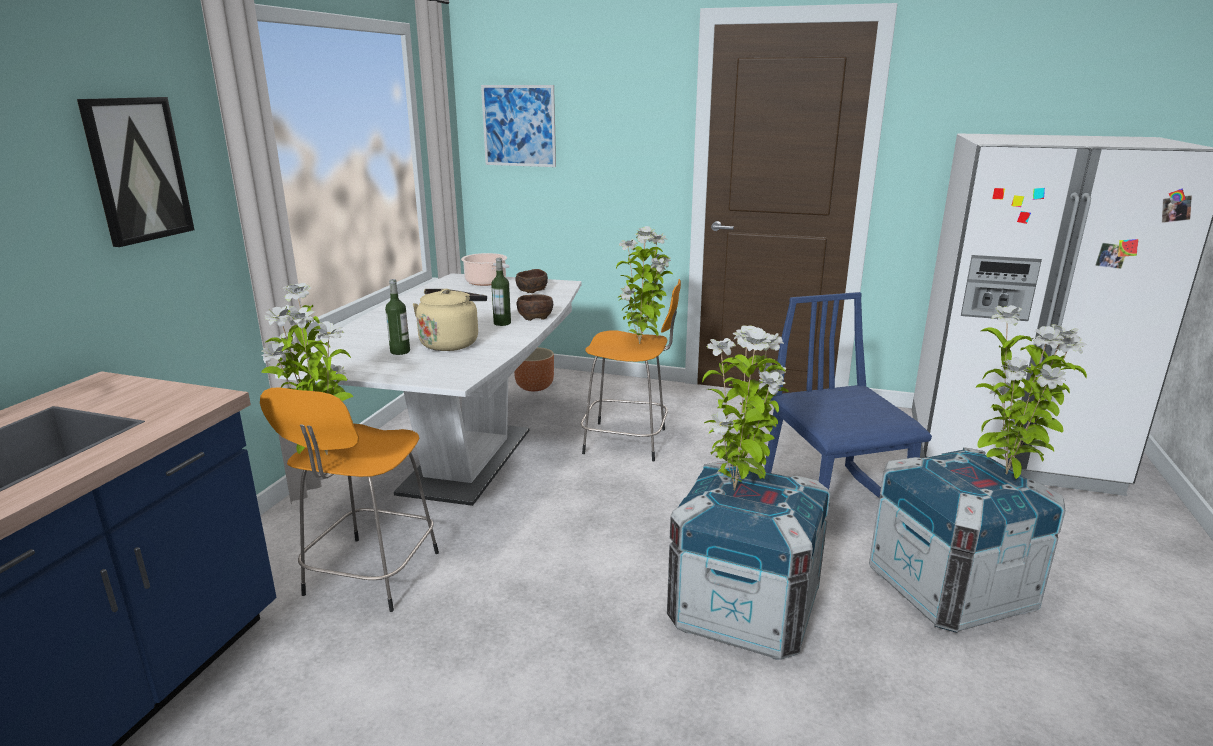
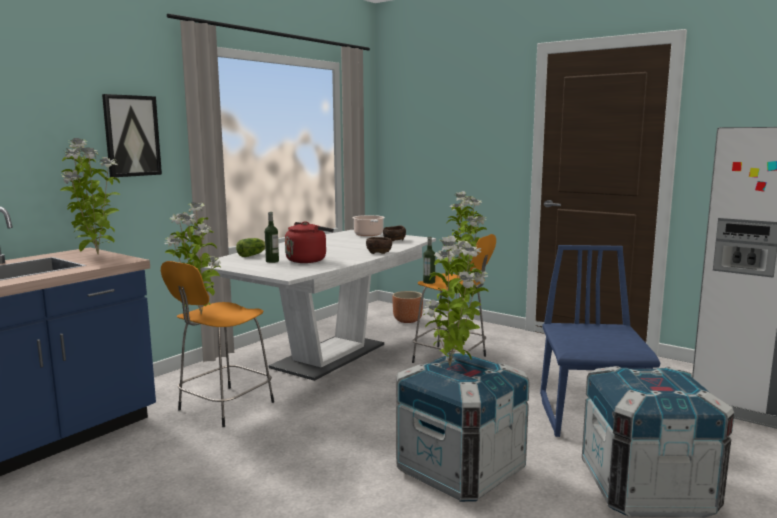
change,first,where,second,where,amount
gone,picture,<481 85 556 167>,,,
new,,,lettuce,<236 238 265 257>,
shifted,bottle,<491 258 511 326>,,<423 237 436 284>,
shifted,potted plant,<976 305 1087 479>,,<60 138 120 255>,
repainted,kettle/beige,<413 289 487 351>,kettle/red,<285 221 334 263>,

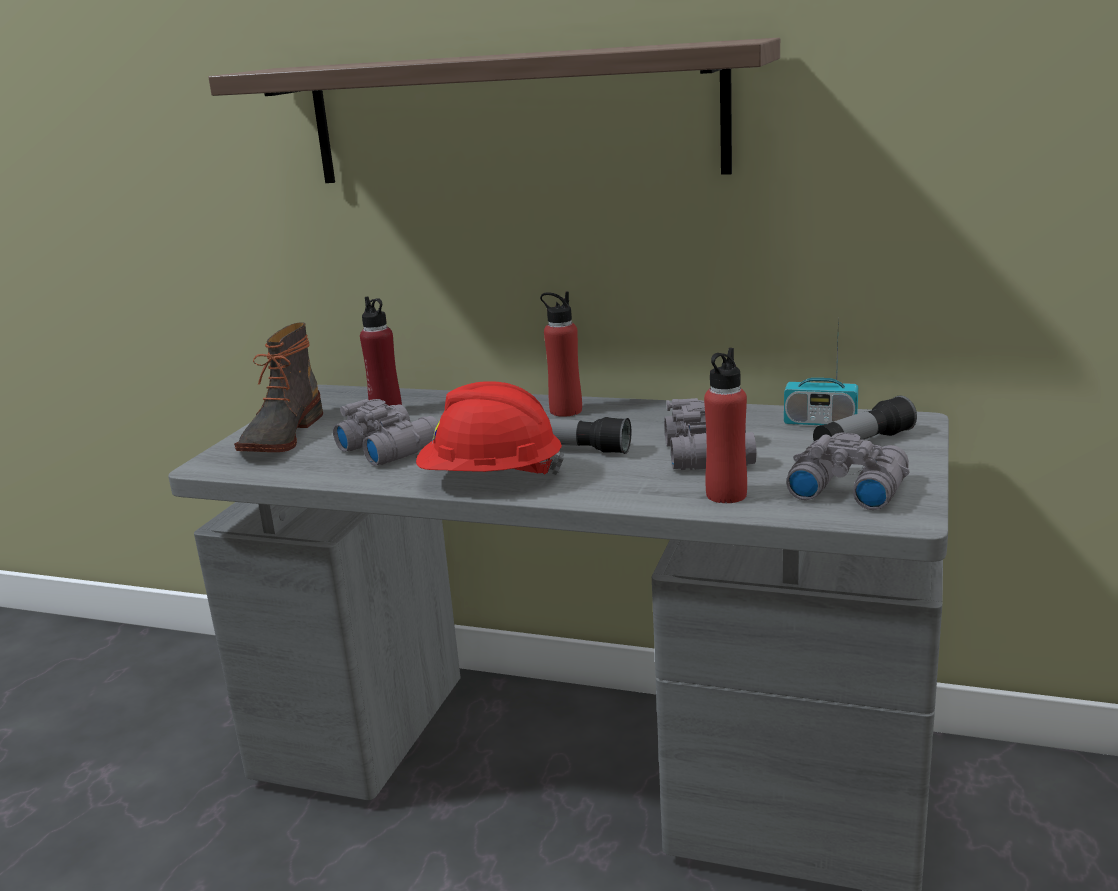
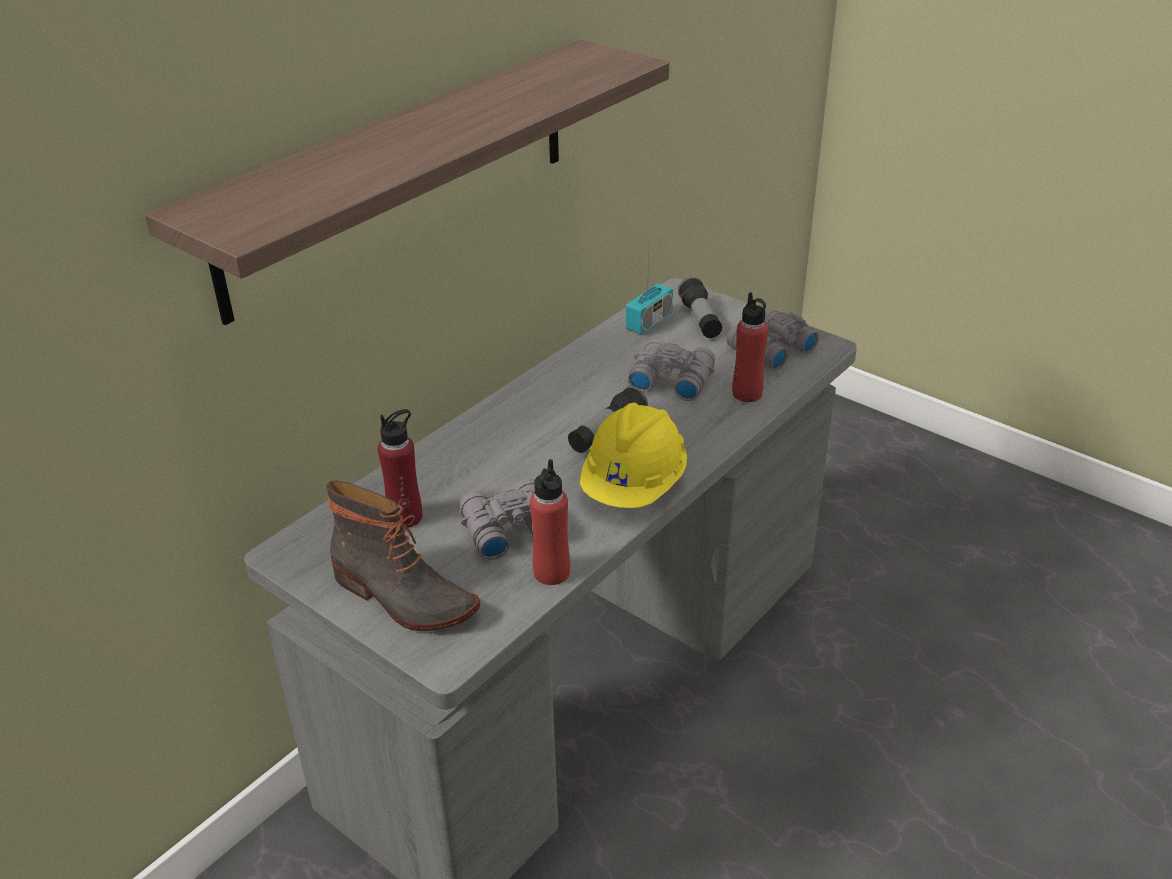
change,first,where,second,where,amount
shifted,bottle/red,<540 292 582 417>,,<530 459 570 585>,
repainted,hard hat/red,<416 381 565 475>,hard hat/yellow,<580 403 687 508>,

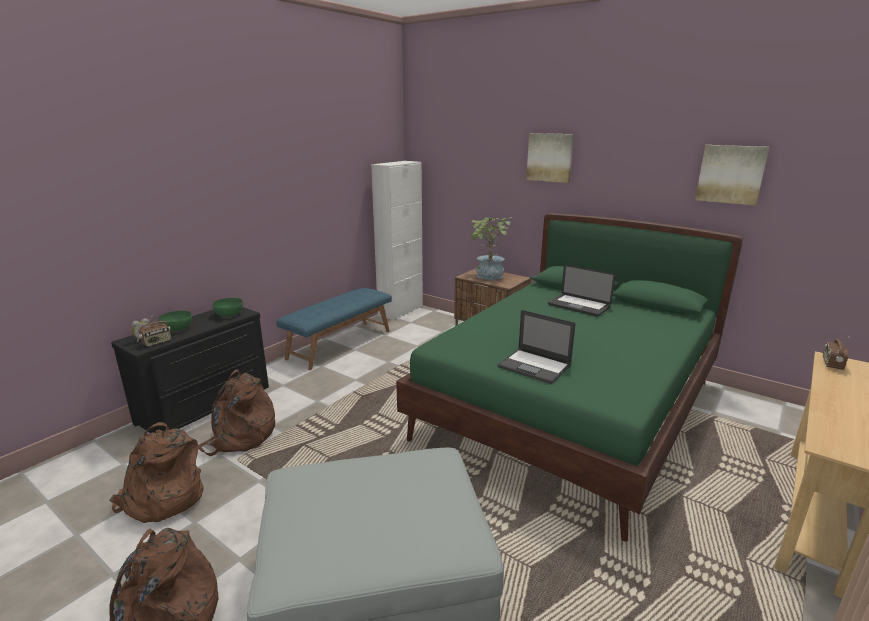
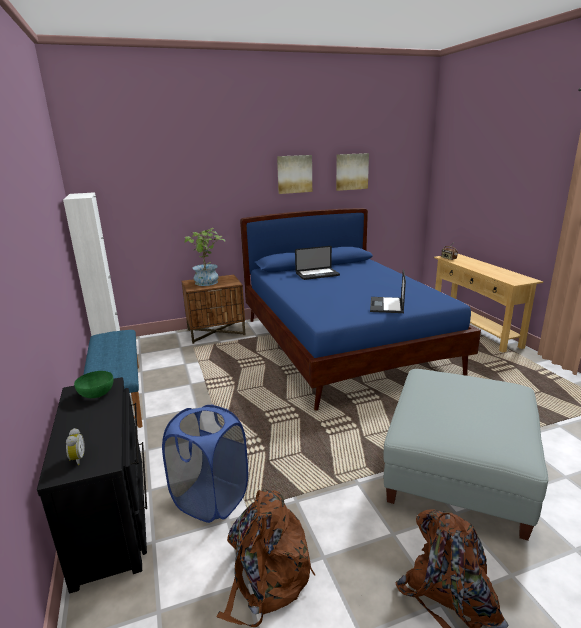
change,first,where,second,where,amount
gone,radio,<138 313 171 346>,,,
gone,bowl/green,<158 311 192 331>,,,
shifted,picture,<526 133 574 183>,,<277 155 312 194>,
swapped,backpack/brown,<198 369 275 456>,laundry basket/blue,<162 404 248 523>,
repainted,bed/green,<396 213 743 541>,bed/blue,<240 208 481 411>,
rotated,laptop,<497 310 576 384>,,<370 269 406 313>,120 degrees clockwise

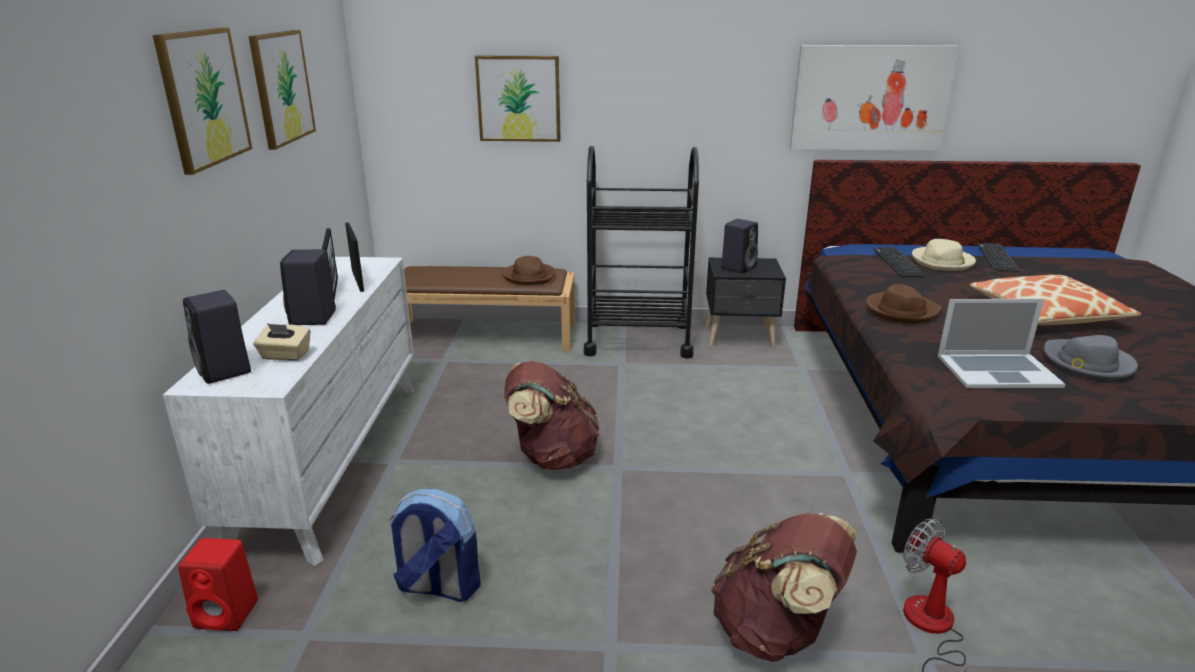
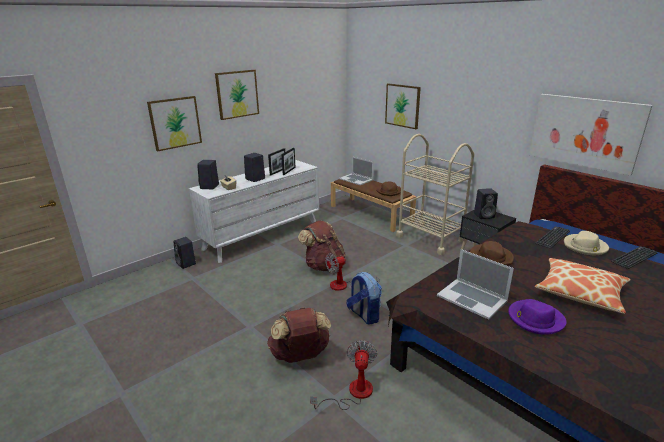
change,first,where,second,where,amount
new,,,fan,<325 253 379 291>,
new,,,laptop,<339 157 374 185>,
shifted,picture,<248 30 316 150>,,<147 96 202 152>,
shifted,backpack,<389 489 481 602>,,<346 272 382 325>,
repainted,speaker/red,<178 538 258 631>,speaker/black,<173 237 196 269>,
repainted,cart/black,<584 146 699 359>,cart/beige,<396 134 474 255>,
repainted,hat/grey,<1044 335 1138 380>,hat/purple,<508 299 566 335>,

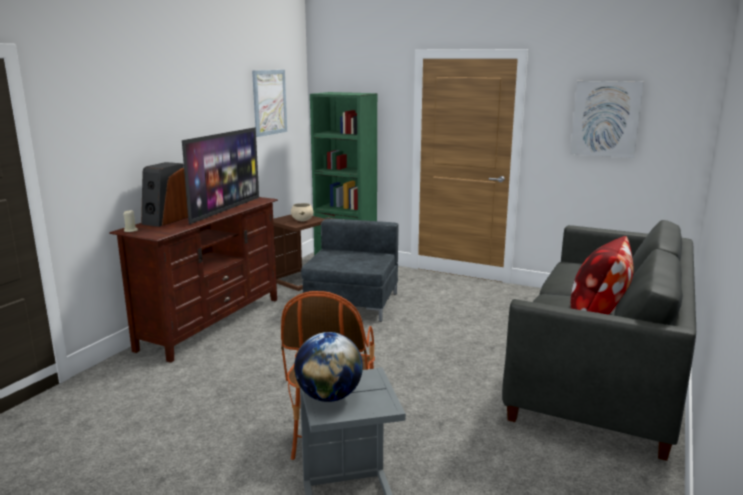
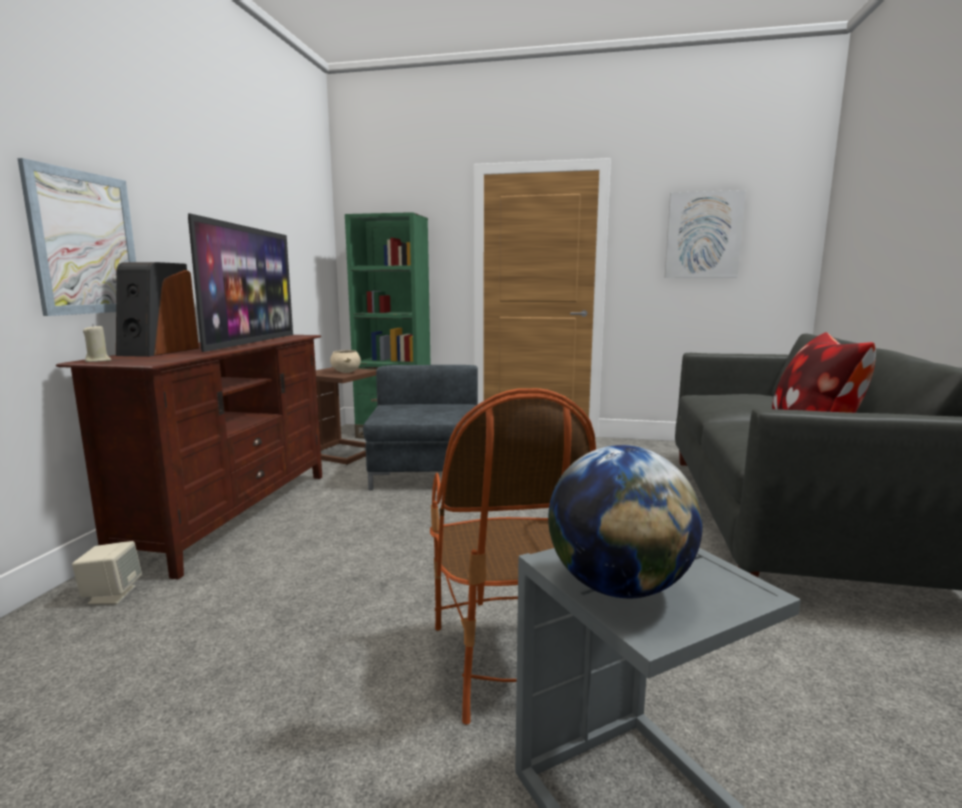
change,first,where,second,where,amount
new,,,speaker/beige,<72 541 142 605>,
shifted,picture,<252 70 287 137>,,<18 158 136 316>,

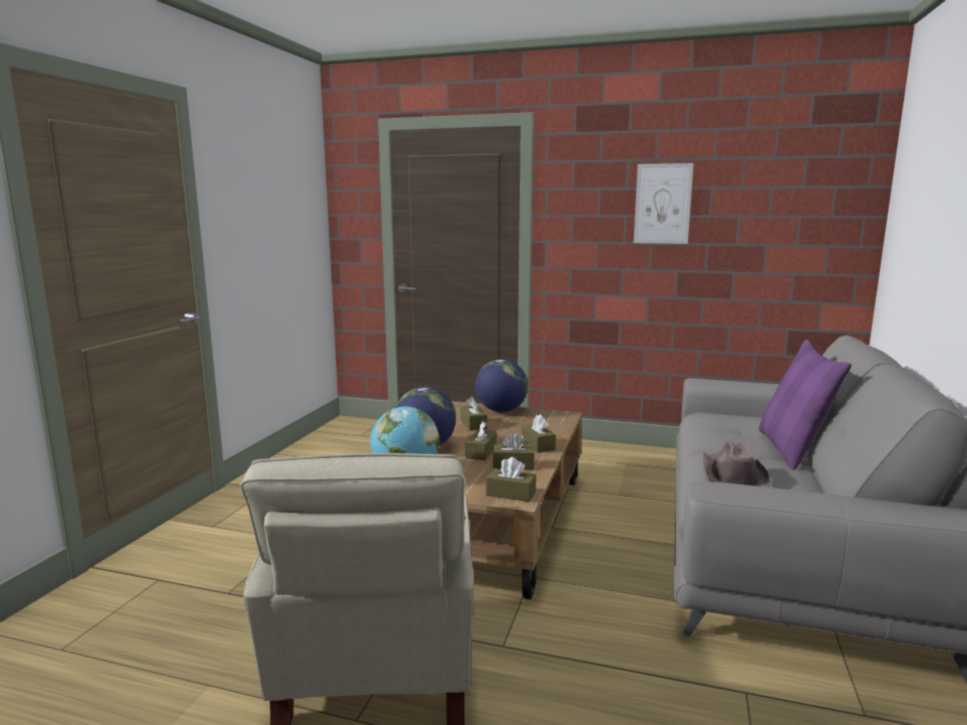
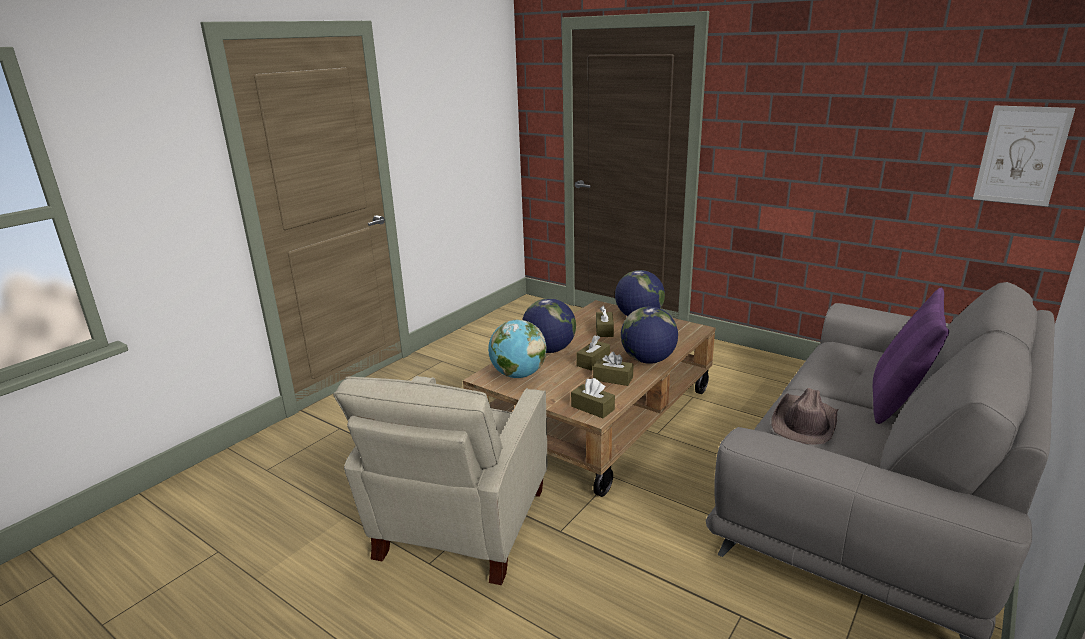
change,first,where,second,where,amount
shifted,picture,<634 163 694 244>,,<973 105 1075 206>,
swapped,tissue box/brown,<521 415 556 453>,globe,<621 307 678 364>,

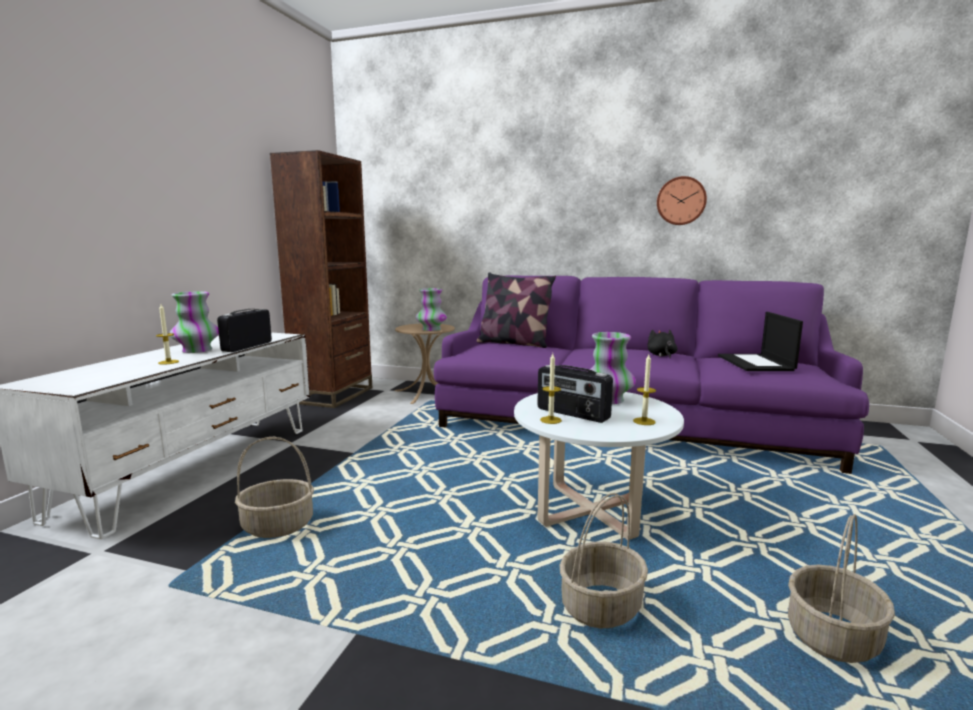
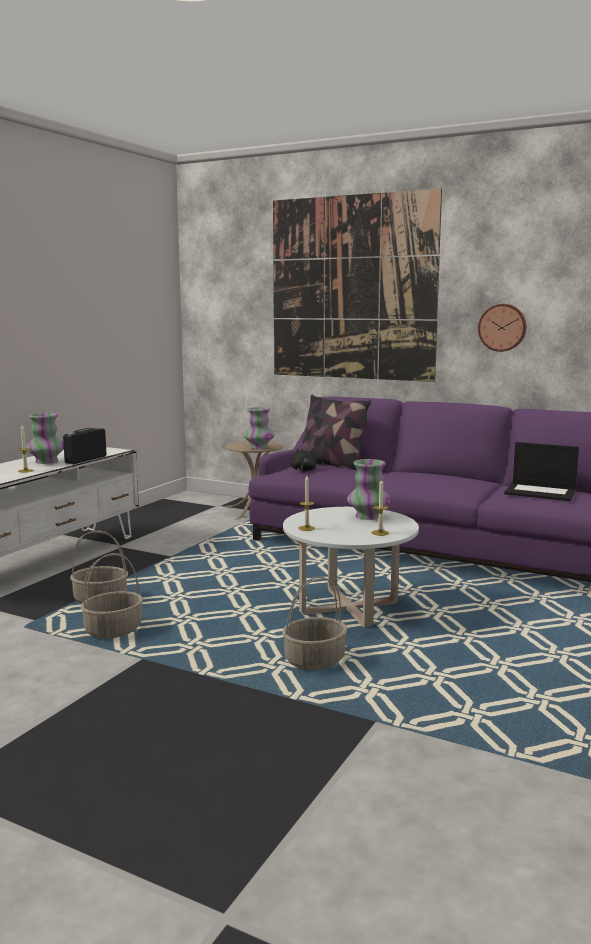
change,first,where,second,where,amount
gone,bookcase/brown,<270 150 372 408>,,,
gone,radio,<537 365 613 423>,,,
new,,,picture,<273 189 442 382>,
shifted,plush toy/black,<647 330 677 358>,,<291 448 316 473>,
shifted,basket,<788 514 895 663>,,<81 553 143 638>,
rotated,laptop,<718 312 803 371>,,<504 442 579 501>,75 degrees counterclockwise

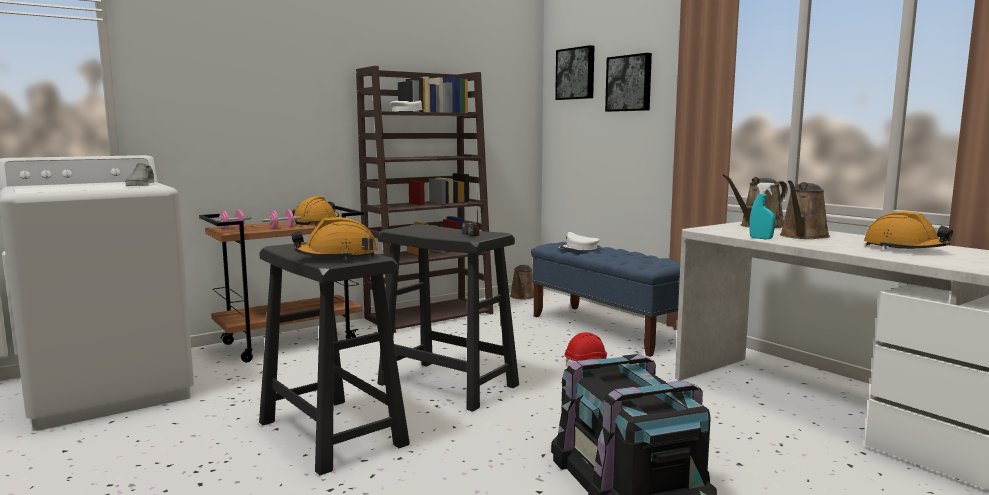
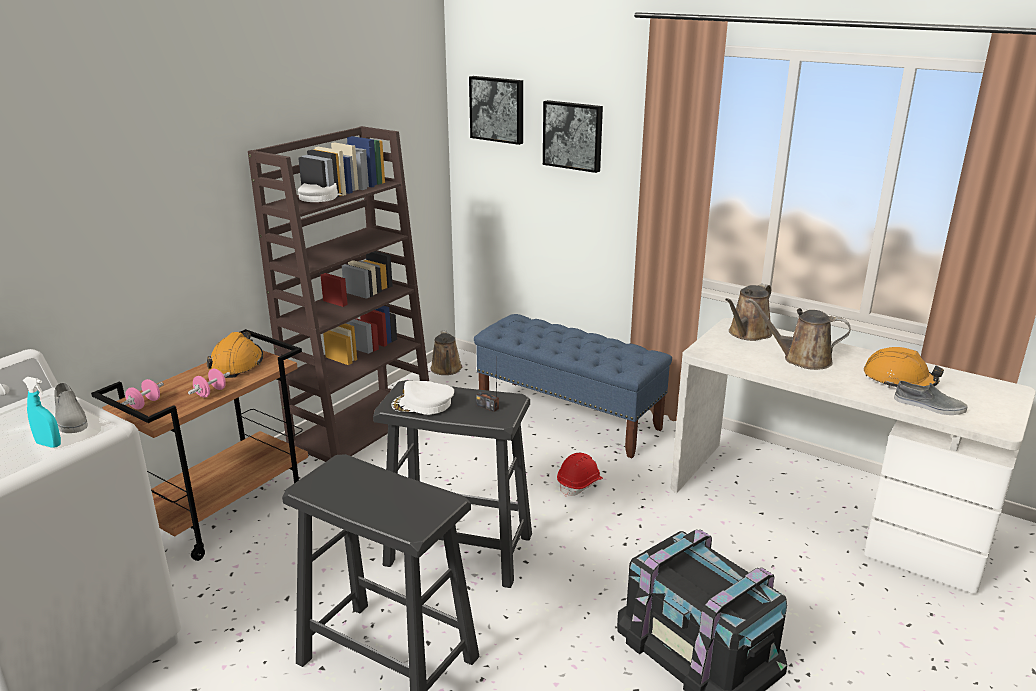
change,first,where,second,where,amount
gone,hard hat/orange,<291 217 377 260>,,,
new,,,shoe/grey,<894 381 968 415>,
shifted,cap/white,<558 232 600 250>,,<391 381 454 415>,
shifted,spray bottle/turquoise,<749 183 775 239>,,<23 377 61 448>,
rotated,watering can/brown,<780 180 830 239>,,<748 298 851 370>,90 degrees clockwise

